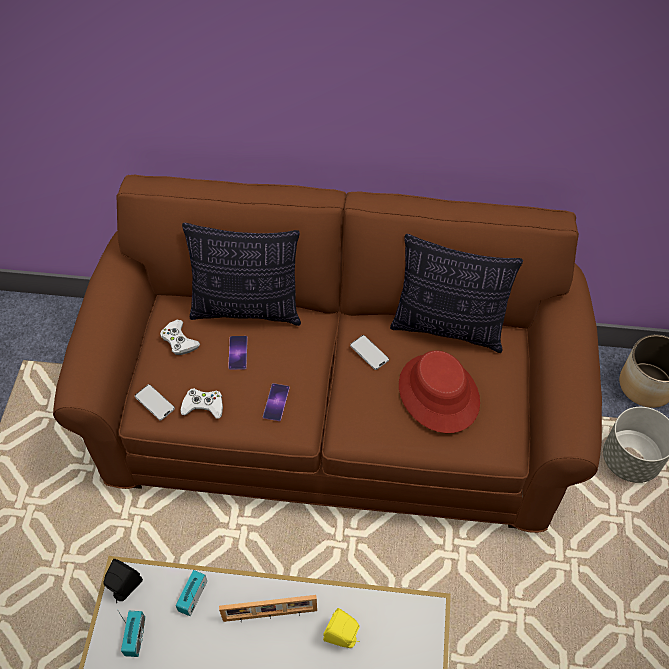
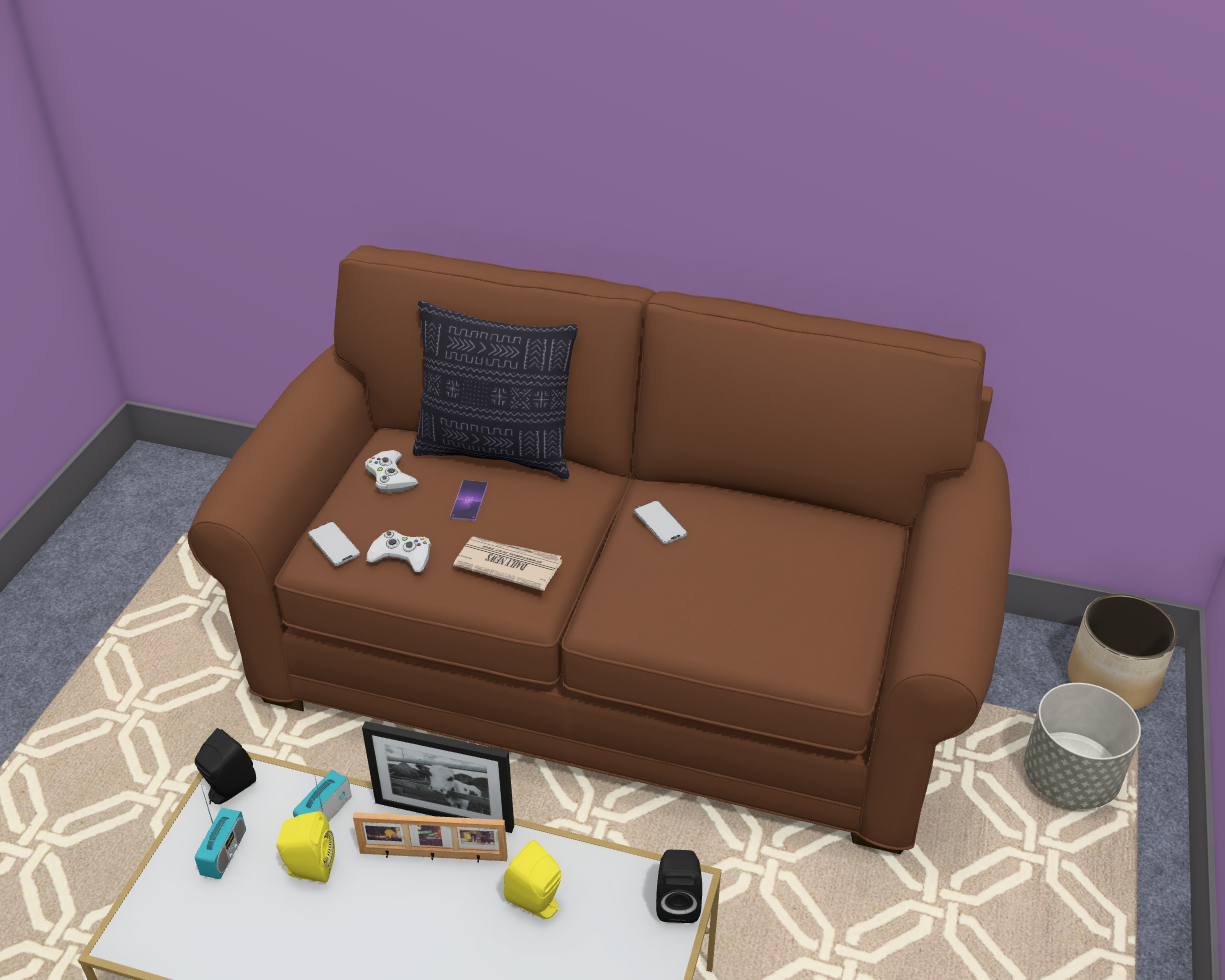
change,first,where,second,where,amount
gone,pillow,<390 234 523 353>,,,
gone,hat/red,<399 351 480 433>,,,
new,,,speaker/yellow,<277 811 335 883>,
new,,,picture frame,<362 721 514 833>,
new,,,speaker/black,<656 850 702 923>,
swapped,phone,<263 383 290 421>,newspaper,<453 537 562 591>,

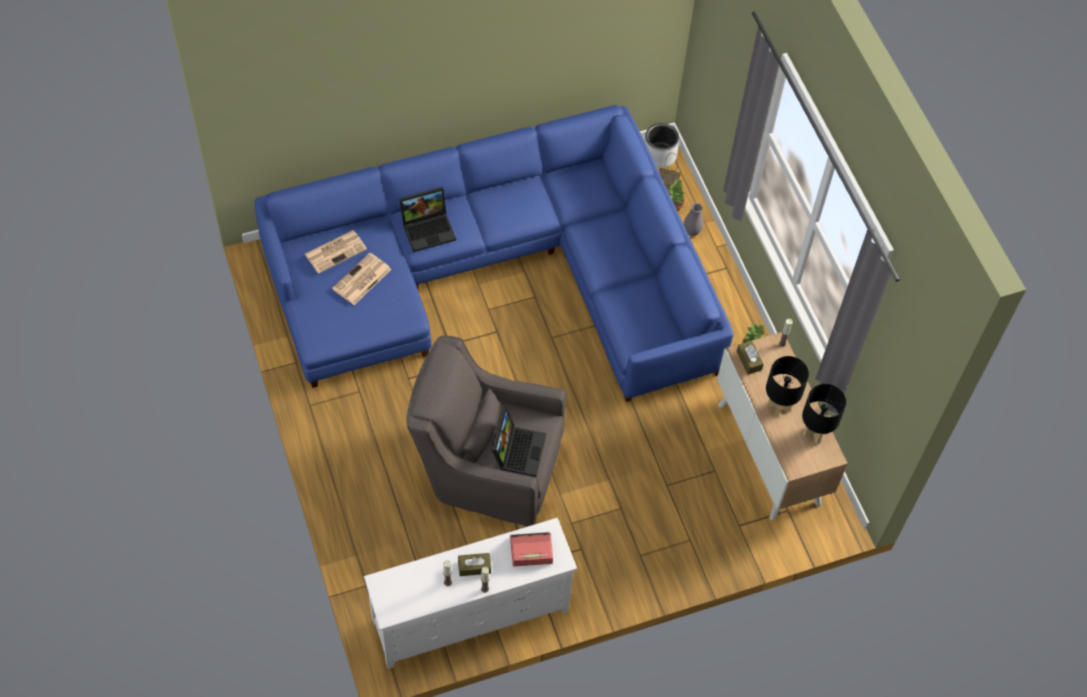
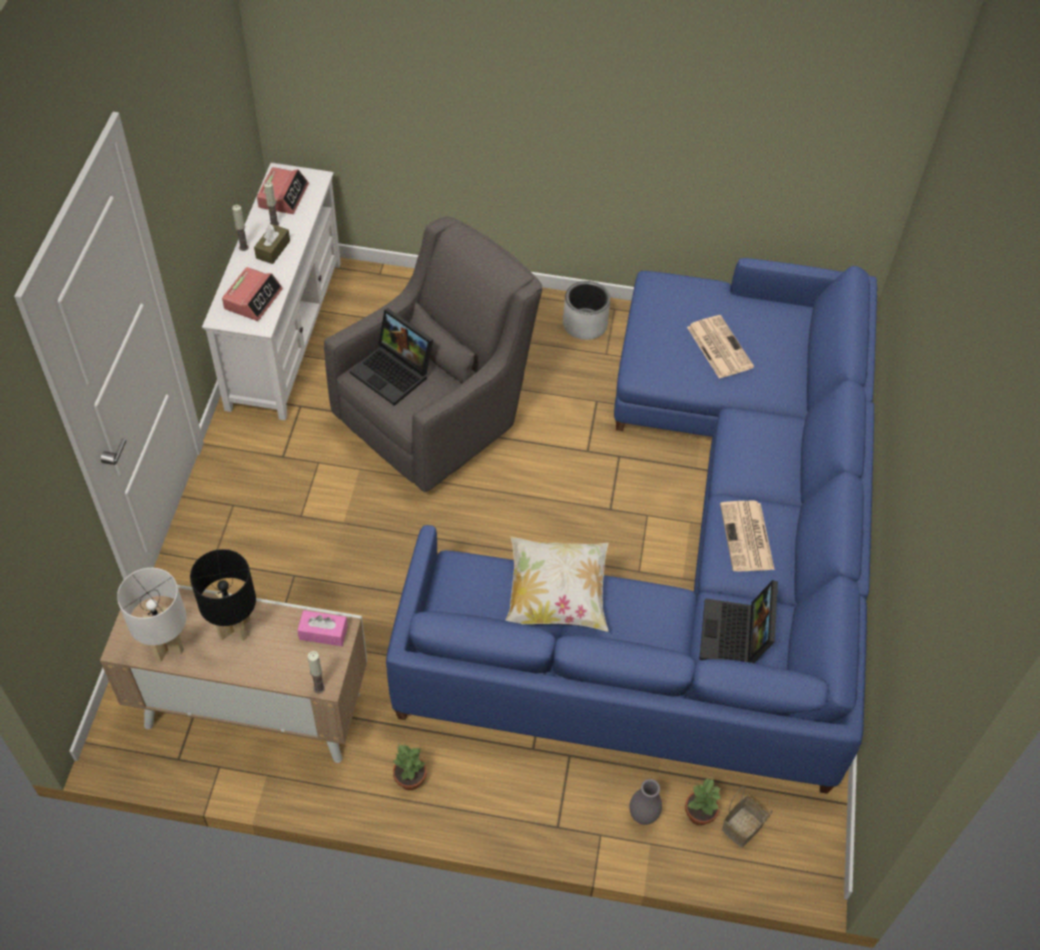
change,first,where,second,where,amount
new,,,alarm clock,<257 167 309 214>,
new,,,pillow,<505 537 609 632>,
shifted,newspaper,<305 230 367 274>,,<720 501 775 571>,
shifted,laptop,<399 187 456 252>,,<699 580 778 663>,
shifted,planter/grey,<645 123 679 168>,,<563 281 610 340>,
repainted,tissue box/brown,<737 341 764 375>,tissue box/pink,<297 610 348 646>,
repainted,table lamp/black,<802 384 846 445>,table lamp/white,<117 568 187 662>,

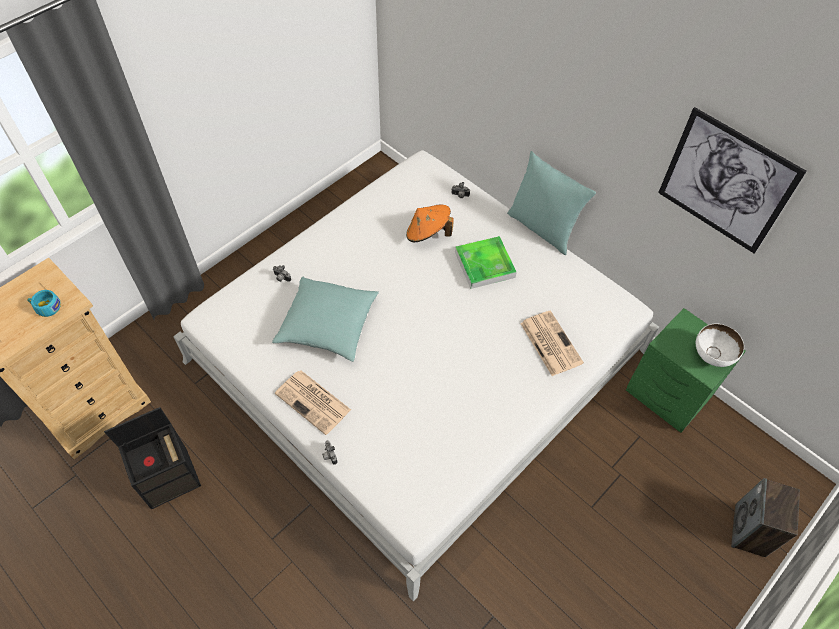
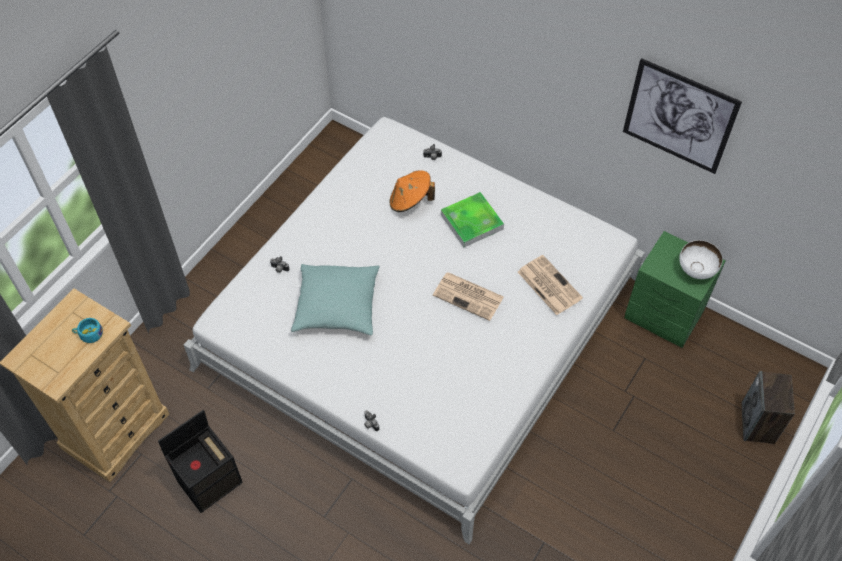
change,first,where,second,where,amount
gone,pillow/turquoise,<507 151 596 255>,,,
shifted,newspaper,<275 370 351 435>,,<433 272 504 321>,

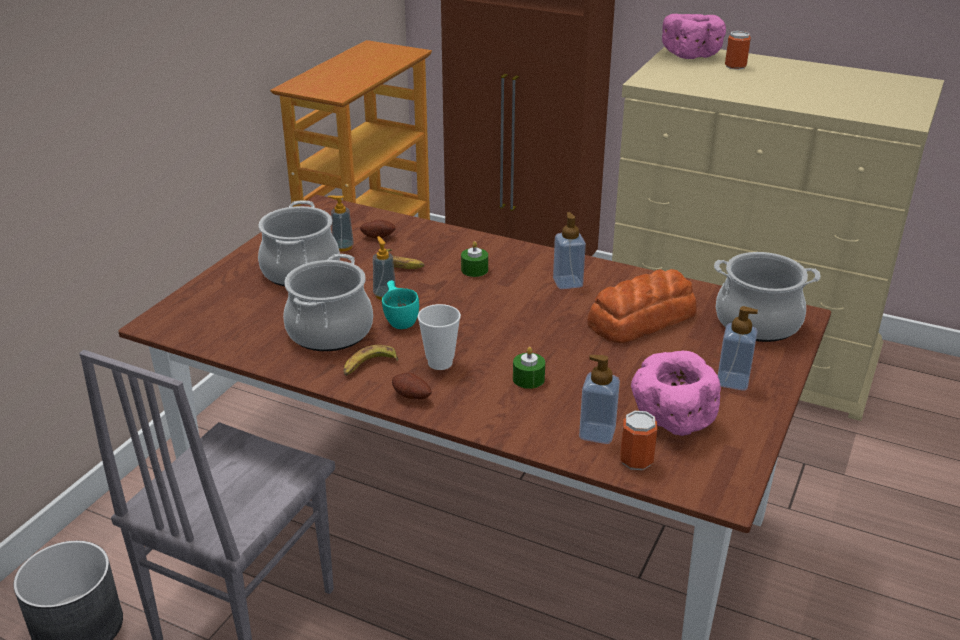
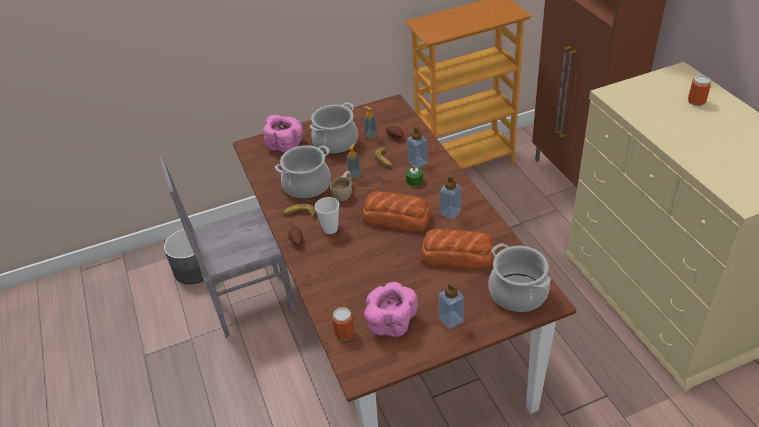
change,first,where,second,where,amount
gone,candle/green,<513 347 545 389>,,,
new,,,bread,<362 191 432 232>,
shifted,soap dispenser,<579 355 620 444>,,<407 124 428 167>,
shifted,bowl/pink,<662 14 726 59>,,<263 115 303 153>,
repainted,cup/turquoise,<382 280 419 329>,cup/beige,<330 171 353 201>,

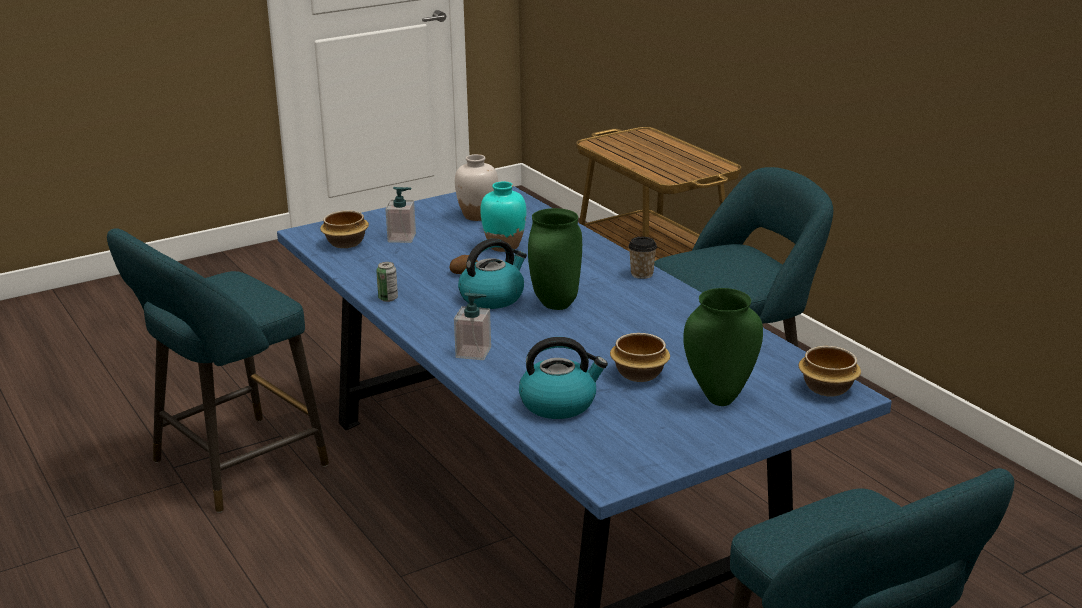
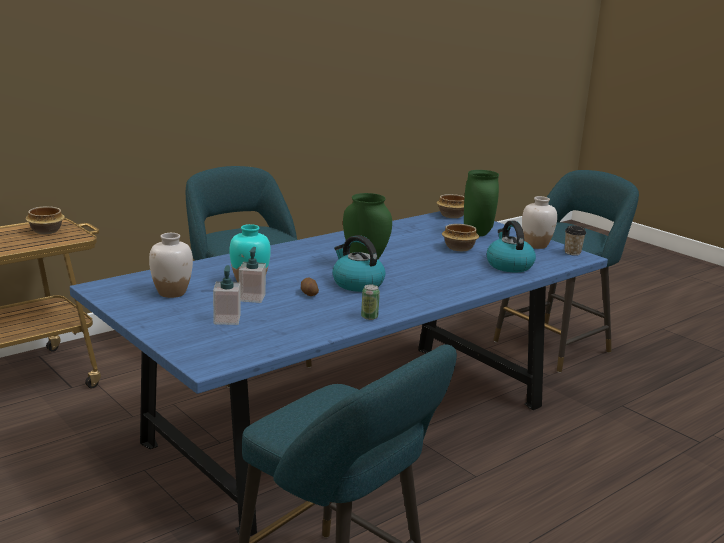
change,first,where,second,where,amount
new,,,vase/white,<522 196 557 249>,
shifted,bowl,<320 210 369 248>,,<25 206 65 234>,
shifted,soap dispenser,<454 292 491 360>,,<239 247 266 303>,
shifted,cup,<628 237 657 279>,,<565 225 586 256>,

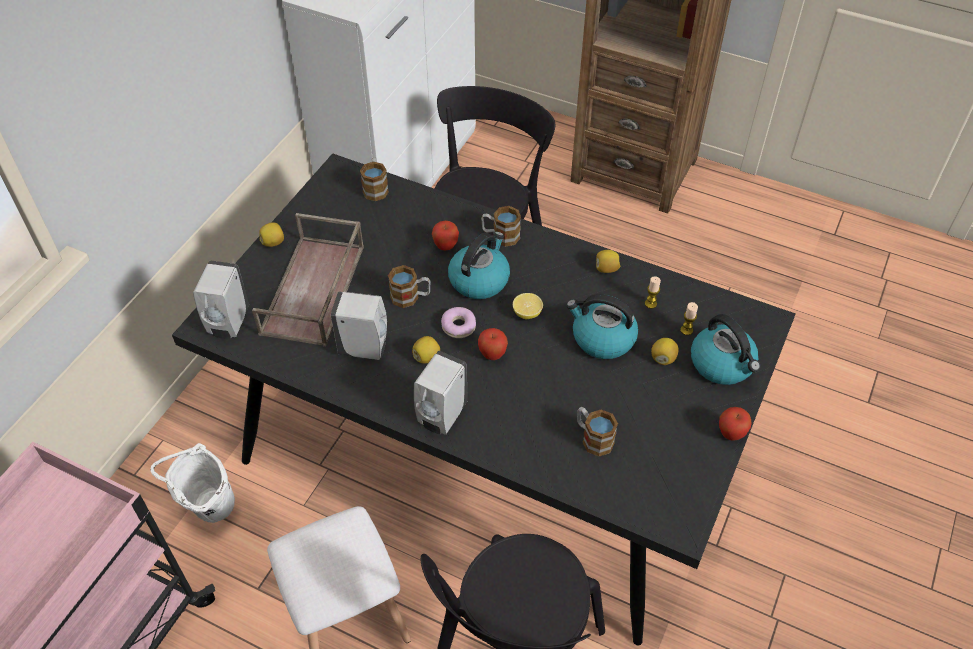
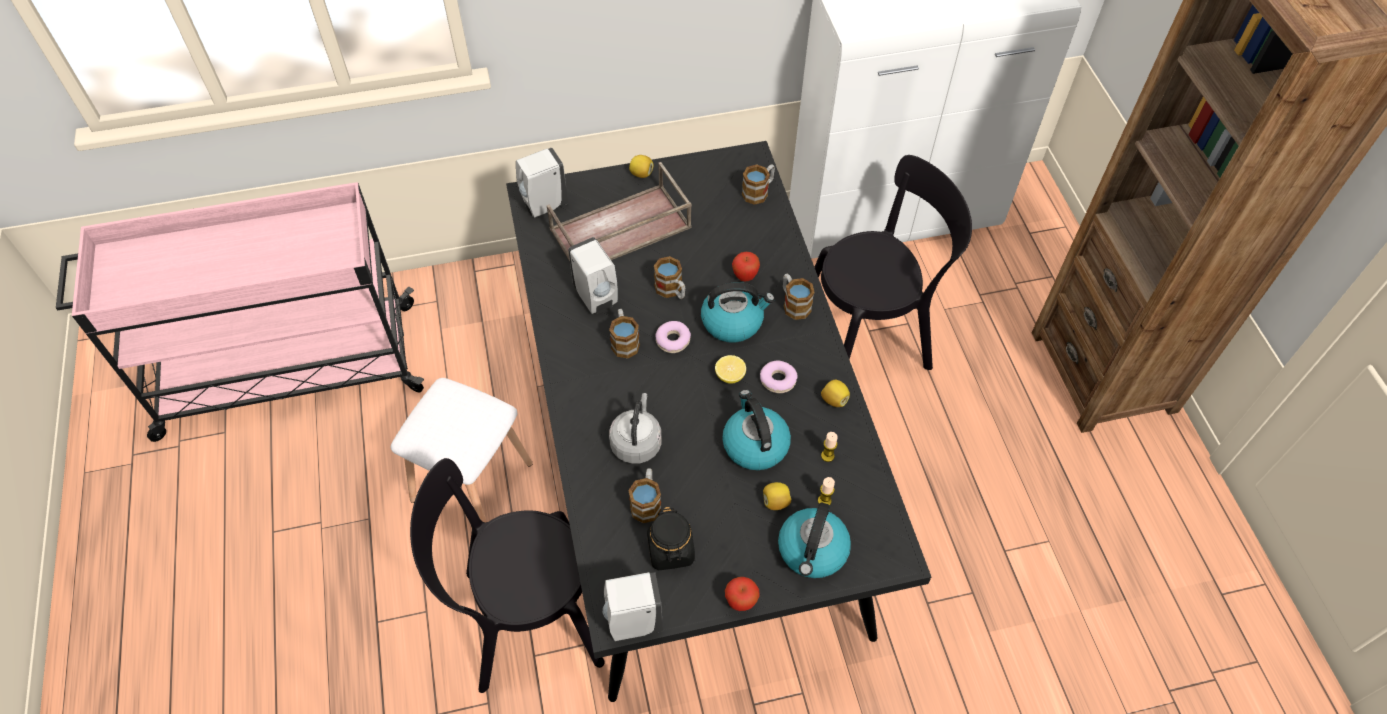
change,first,where,second,where,amount
gone,bucket/white,<150 443 235 523>,,,
gone,apple,<478 328 508 360>,,,
new,,,kettle/grey,<609 393 662 464>,
new,,,jar/black,<647 507 695 571>,
new,,,donut,<760 361 798 393>,
shifted,soap dispenser/white,<414 351 468 434>,,<603 572 663 641>,
swapped,lemon,<412 336 440 363>,mug,<609 309 640 358>,

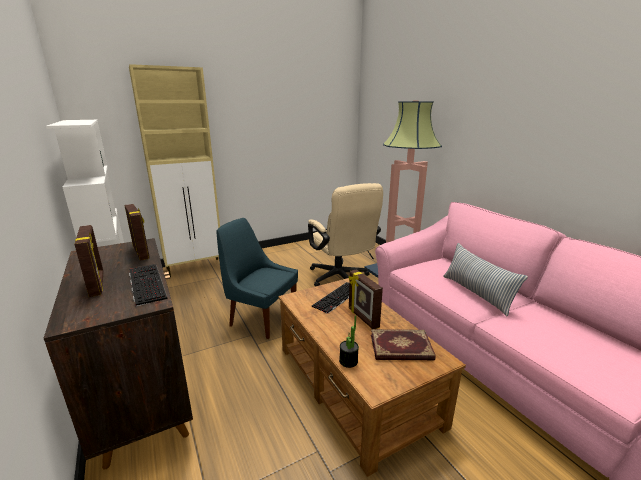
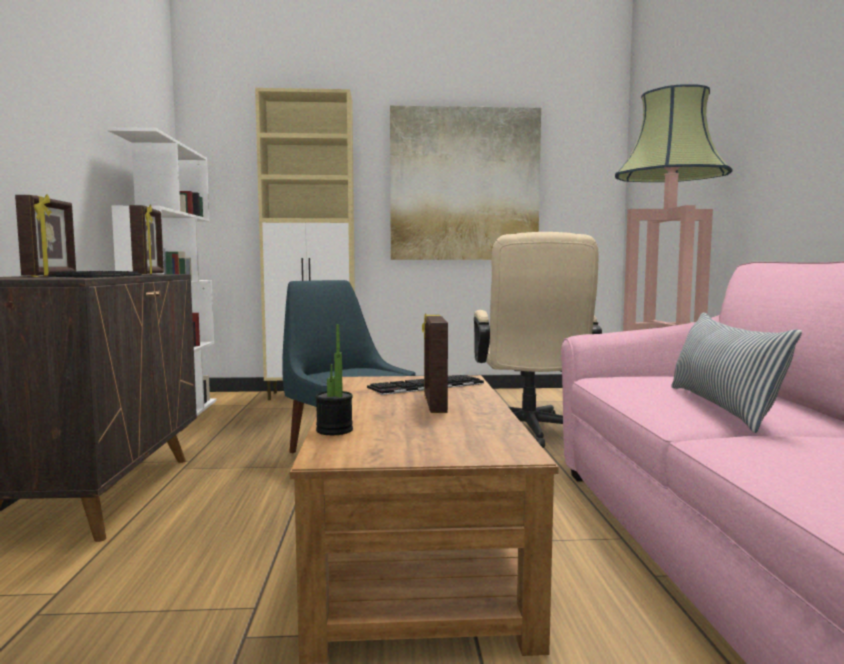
change,first,where,second,where,amount
gone,book,<371 329 435 360>,,,
new,,,picture,<390 106 541 260>,

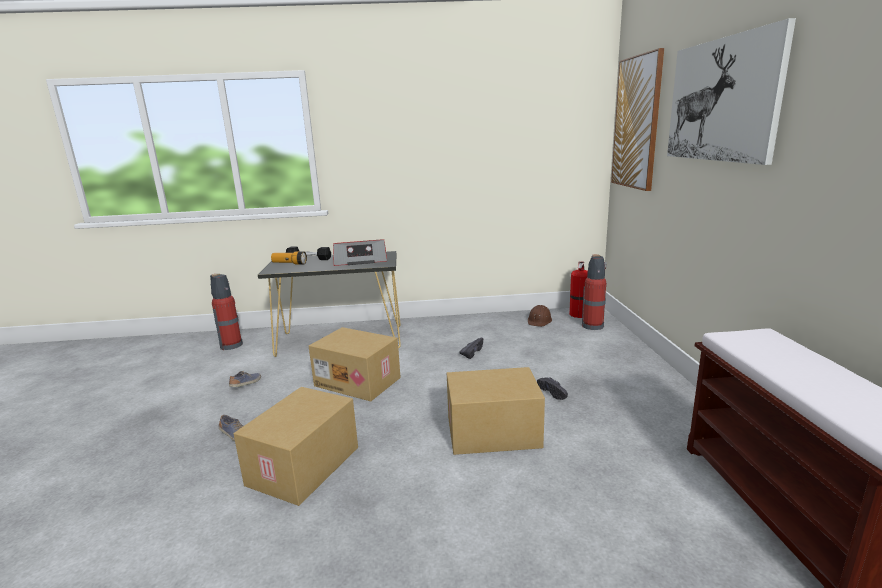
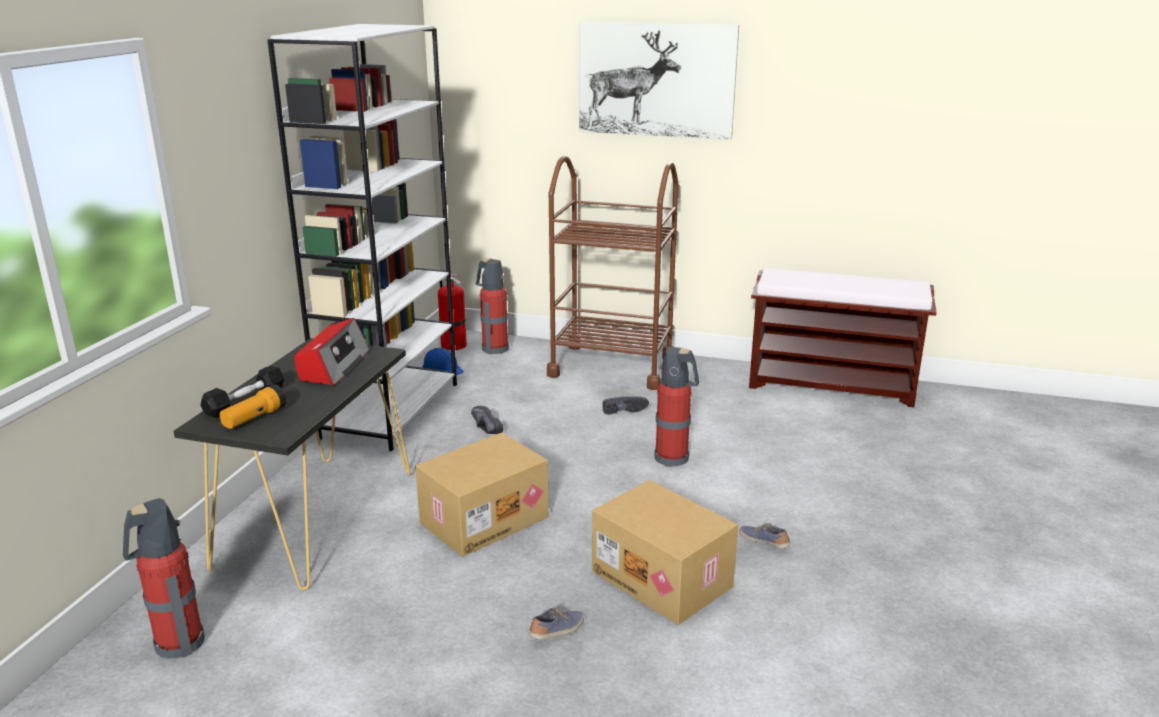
change,first,where,second,where,amount
gone,picture,<611 48 664 191>,,,
new,,,bookcase/white,<267 24 457 451>,
new,,,cart/brown,<547 156 679 390>,
shifted,shoe,<229 371 261 387>,,<739 523 790 549>,
swapped,cardboard box,<447 367 545 455>,fire extinguisher,<654 347 699 467>,
repainted,hard hat/brown,<528 305 552 327>,hard hat/blue,<422 348 464 376>,

